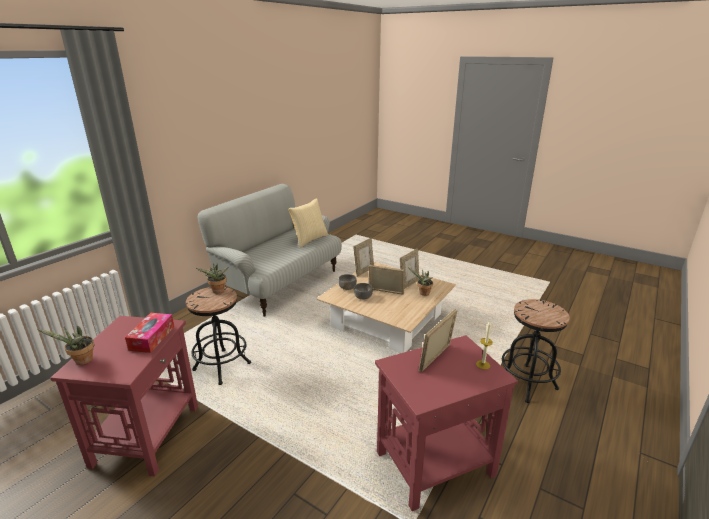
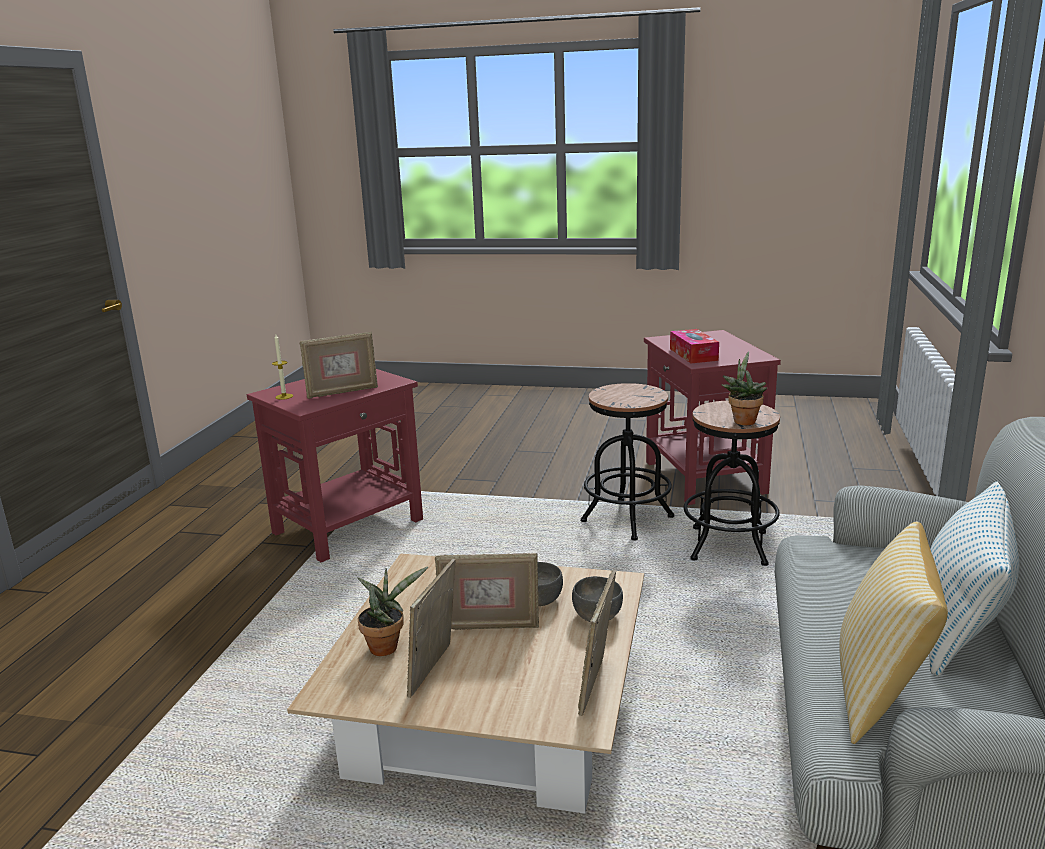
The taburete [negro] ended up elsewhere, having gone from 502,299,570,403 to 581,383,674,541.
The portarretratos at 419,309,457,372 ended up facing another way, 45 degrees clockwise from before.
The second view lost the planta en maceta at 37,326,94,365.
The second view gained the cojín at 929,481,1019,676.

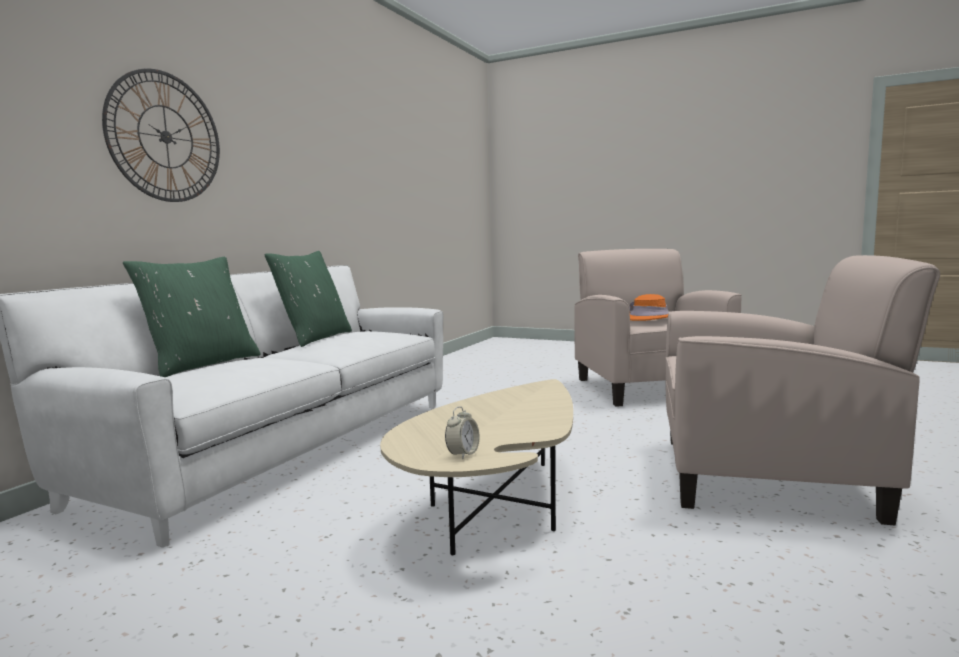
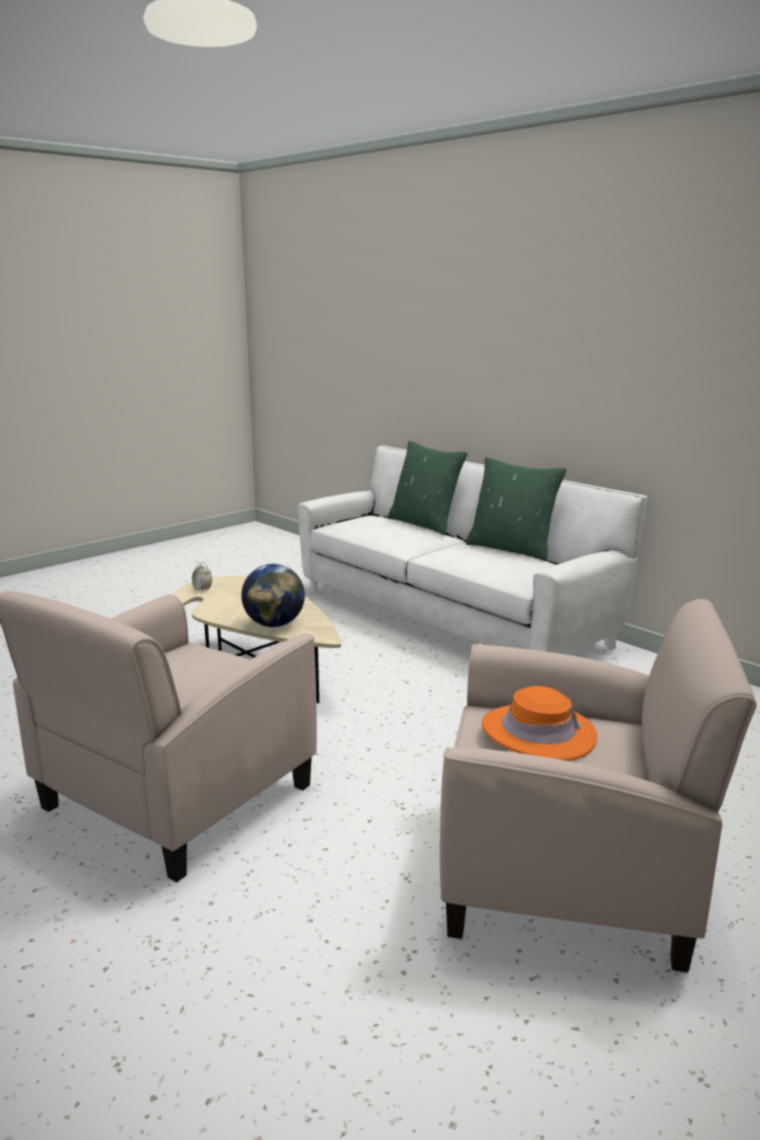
The second view lost the reloj de pared at 102,68,220,202.
The second view gained the globo terráqueo at 241,564,305,627.

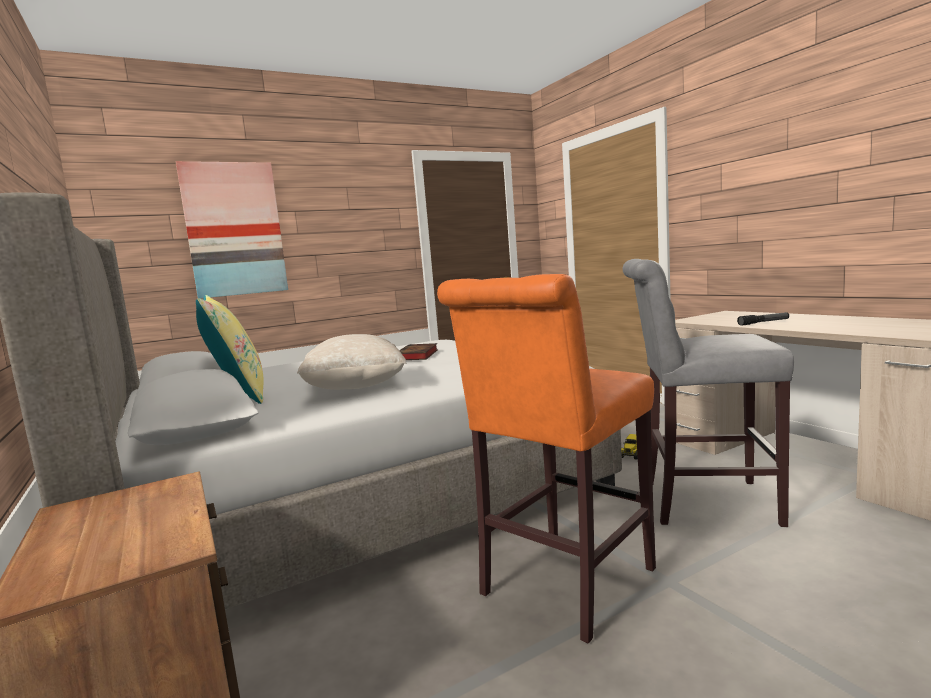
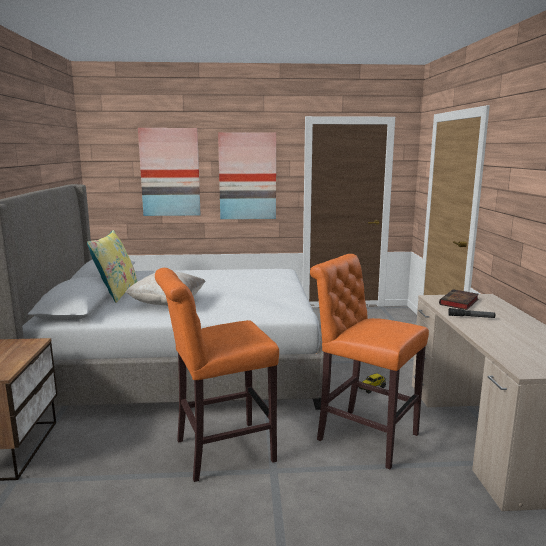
What was the taburete [gris] at 623,259,794,528 turned into the taburete [naranja] at 310,254,429,470.
The libro ended up elsewhere, having gone from 399,343,438,360 to 439,289,479,310.
The second view gained the cuadro at 218,132,276,219.

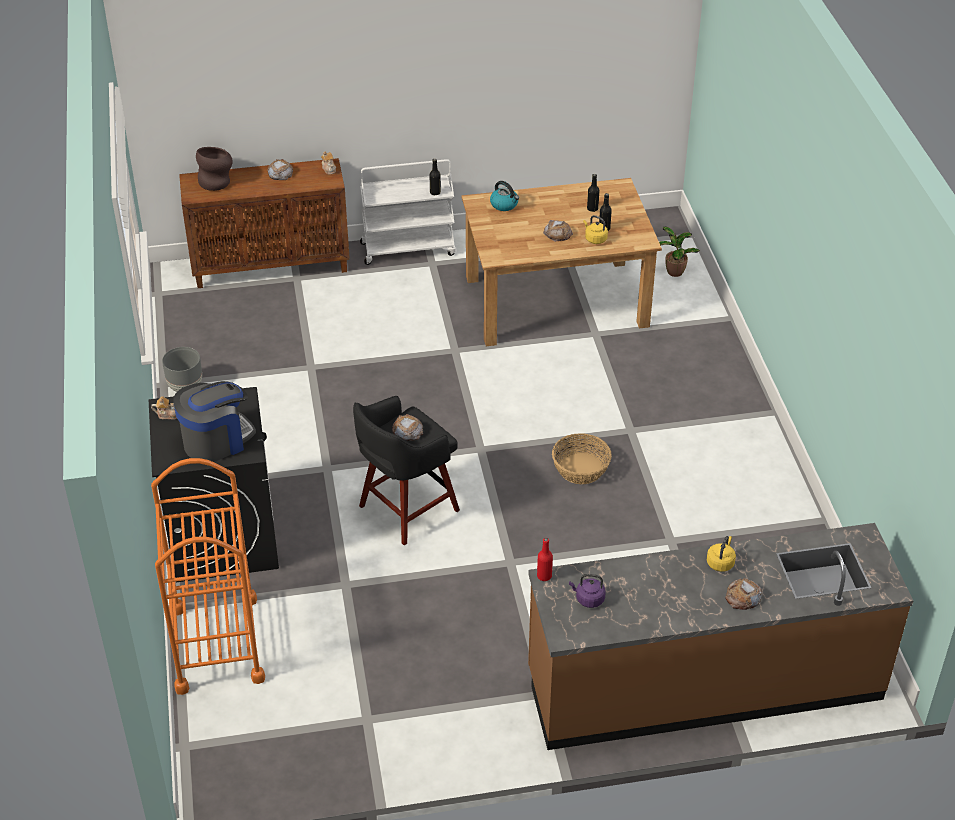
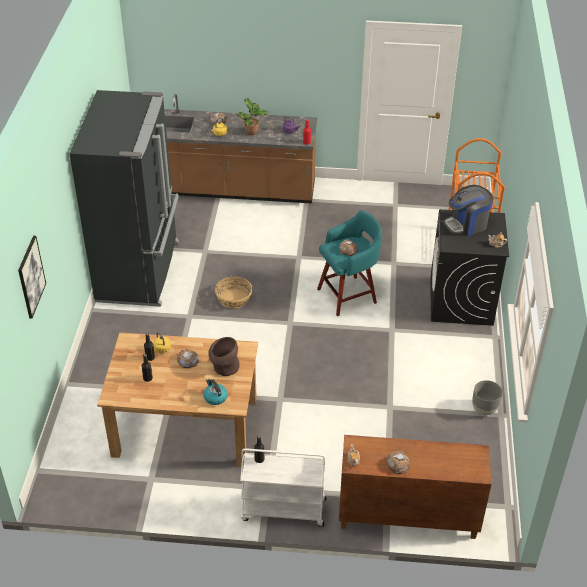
The florero [marrón] ended up elsewhere, having gone from 196,147,233,191 to 208,337,239,376.
The planta en maceta ended up elsewhere, having gone from 659,227,700,277 to 237,98,268,135.
What was the taburete [negro] at 353,396,460,545 turned into the taburete [turquesa] at 317,210,382,316.
The second view gained the nevera [negro] at 69,90,179,307.
The second view gained the cuadro at 18,236,46,319.

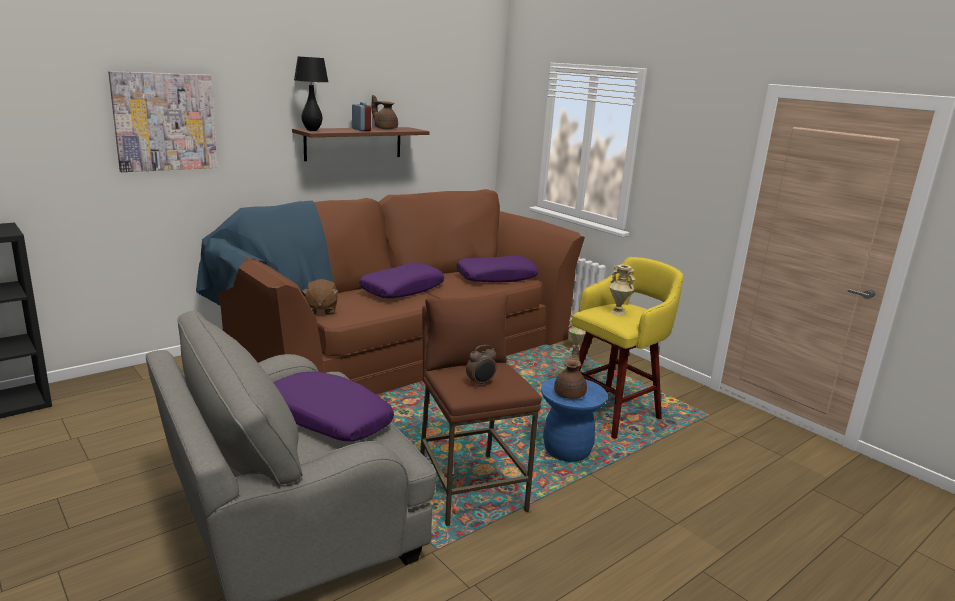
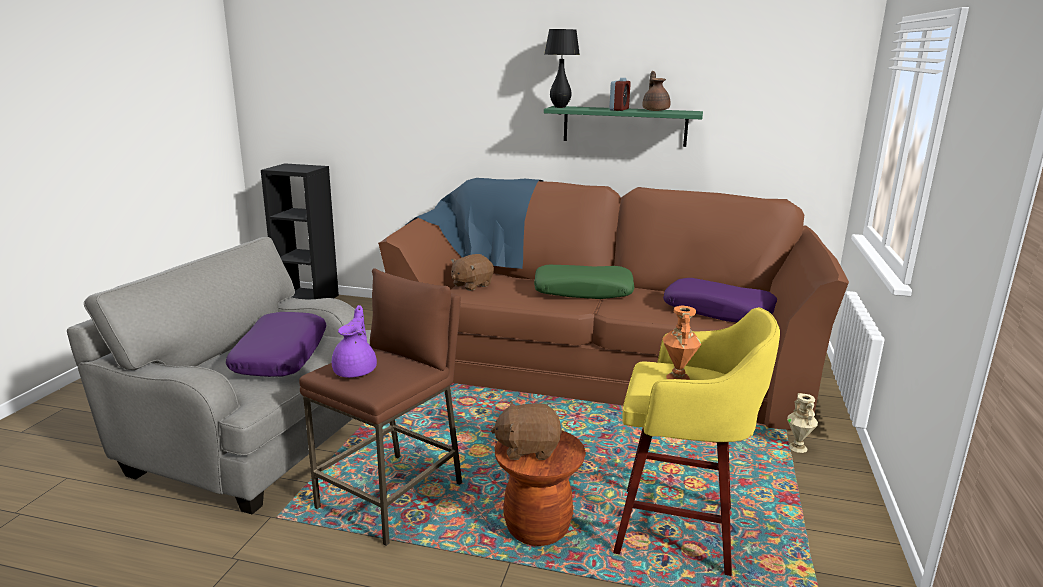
The second view lost the cuadro at 108,71,217,172.
What was the estante [marrón] at 292,127,430,161 turned into the estante [verde] at 544,106,703,147.
What was the cojín [morado] at 359,263,444,298 turned into the cojín [verde] at 534,265,634,299.
What was the florero [beis] at 609,265,635,315 turned into the florero [naranja] at 663,306,701,380.
Where the despertador stood at 466,345,497,387, the tetera [morado] came to stand at 332,305,377,378.
Where the tetera [marrón] stood at 554,345,587,399, the peluche [marrón] came to stand at 491,401,562,460.
What was the taburete [azul] at 541,377,608,462 turned into the taburete [marrón] at 495,430,586,546.

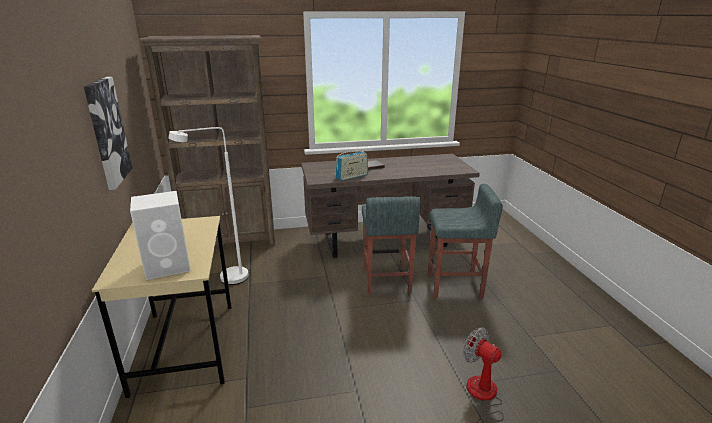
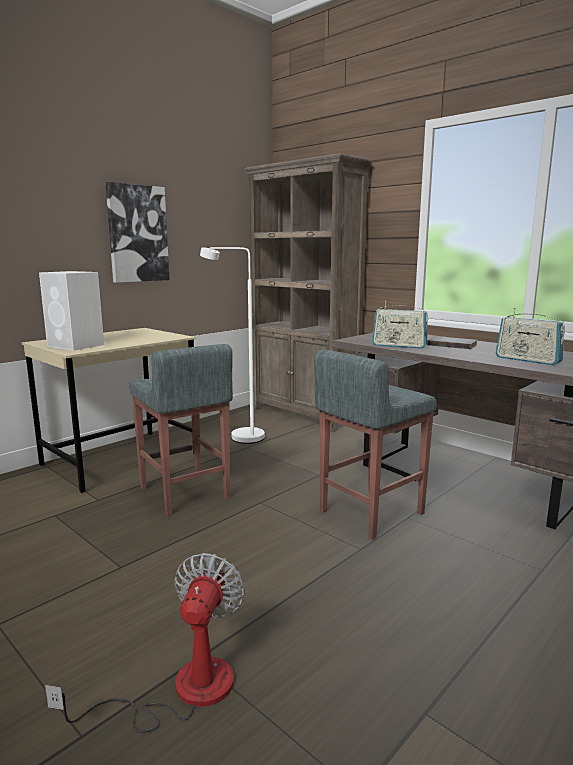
The taburete [gris] ended up elsewhere, having gone from 428,184,503,299 to 129,344,233,516.
The second view gained the radio at 496,308,565,365.

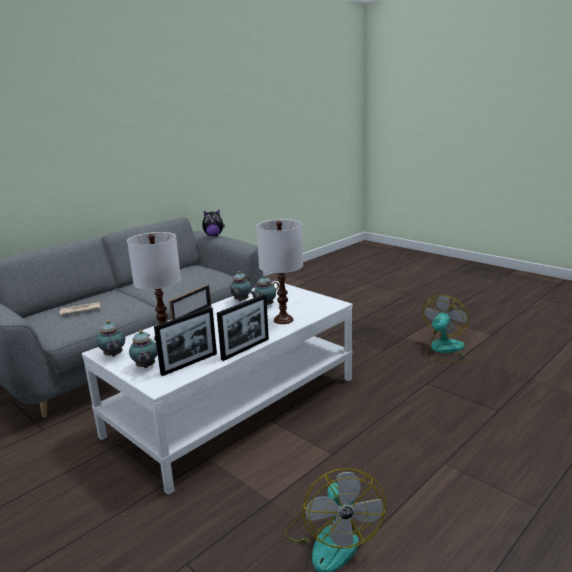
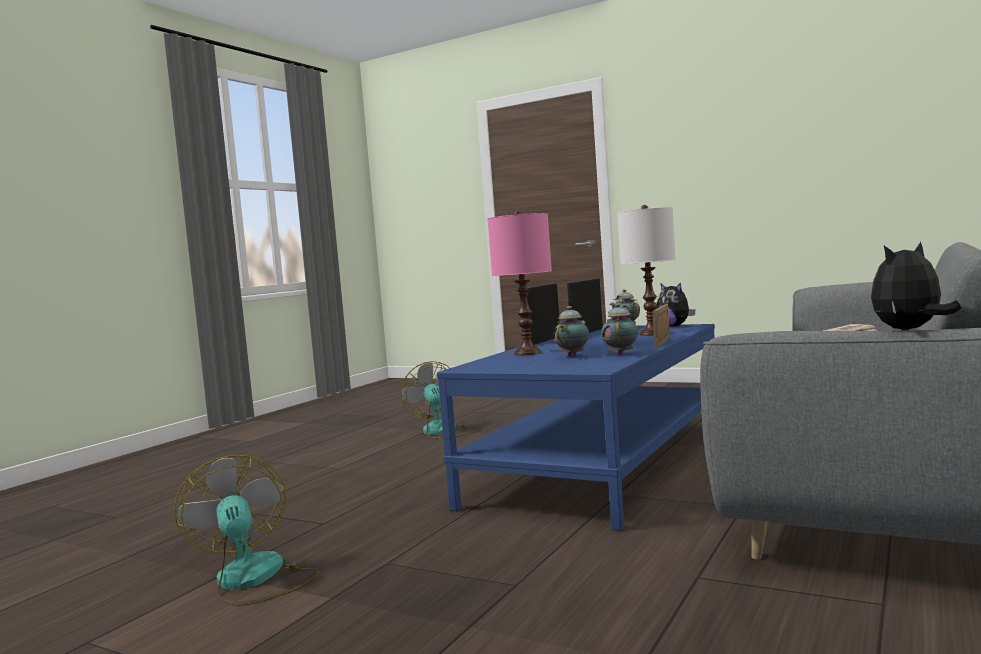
What was the lámpara de mesa [blanco] at 257,220,303,324 turned into the lámpara de mesa [rosa] at 488,210,552,355.
What was the mesa de centro [blanco] at 82,281,353,495 turned into the mesa de centro [azul] at 437,324,715,531.
The ventilador at 423,295,469,363 ended up facing another way, 135 degrees clockwise from before.
Where the tetera stood at 97,320,125,357, the peluche came to stand at 656,283,695,327.

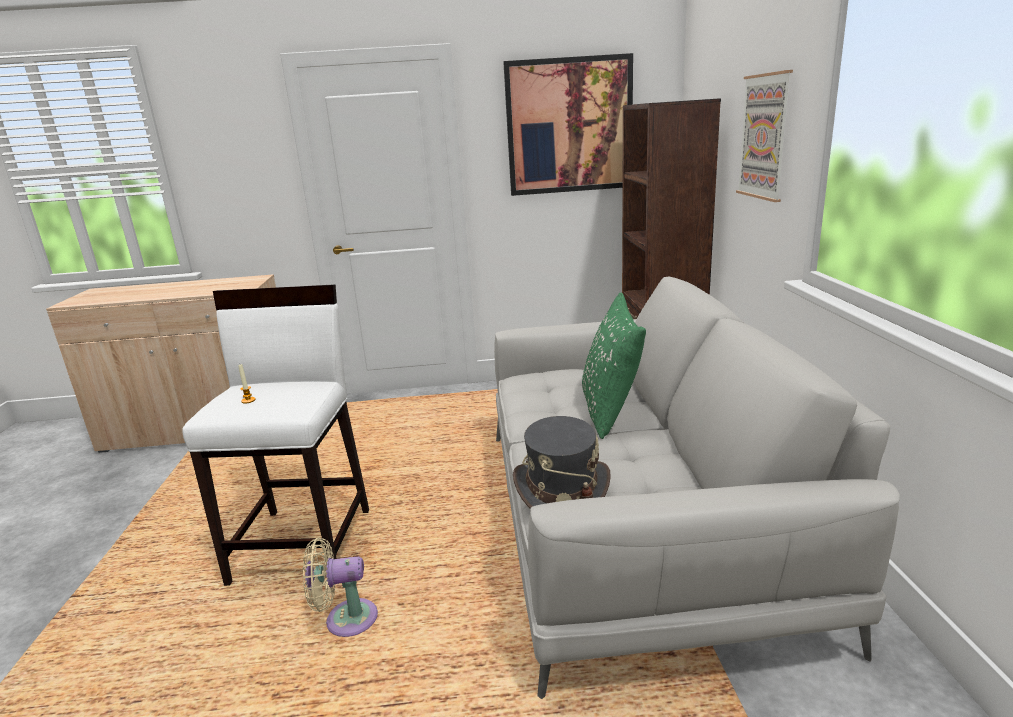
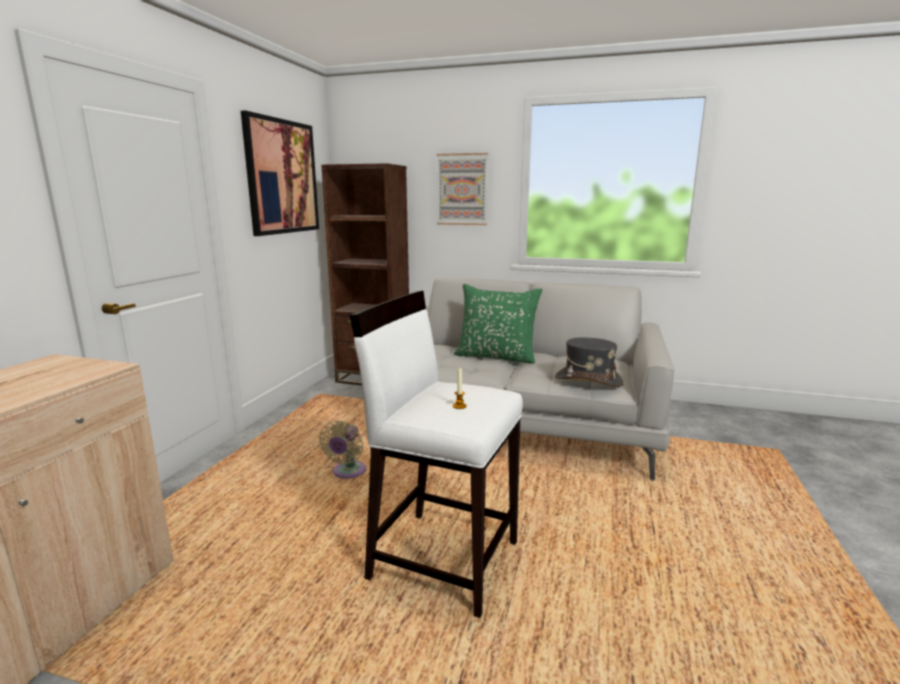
The ventilador [beis] ended up elsewhere, having gone from 303,538,378,637 to 319,420,366,479.

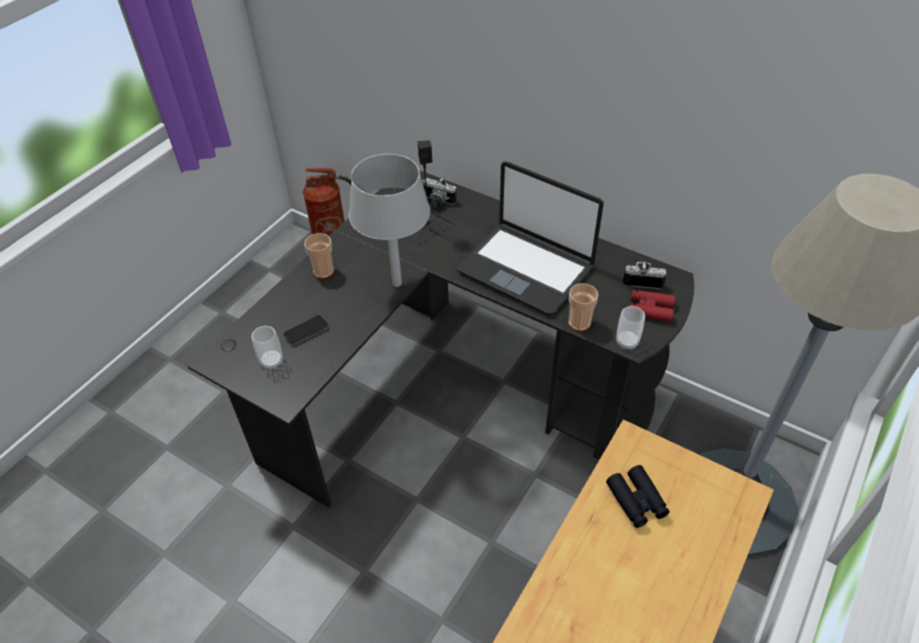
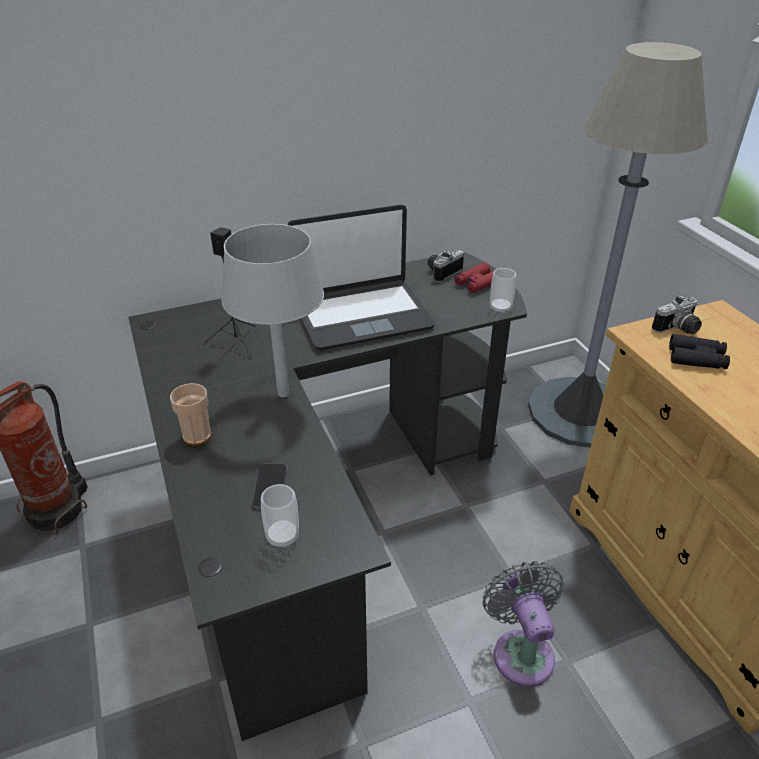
The cámara ended up elsewhere, having gone from 423,178,456,208 to 652,294,702,334.
The second view lost the taza at 568,283,598,331.
The second view gained the ventilador [gris] at 482,561,564,687.

